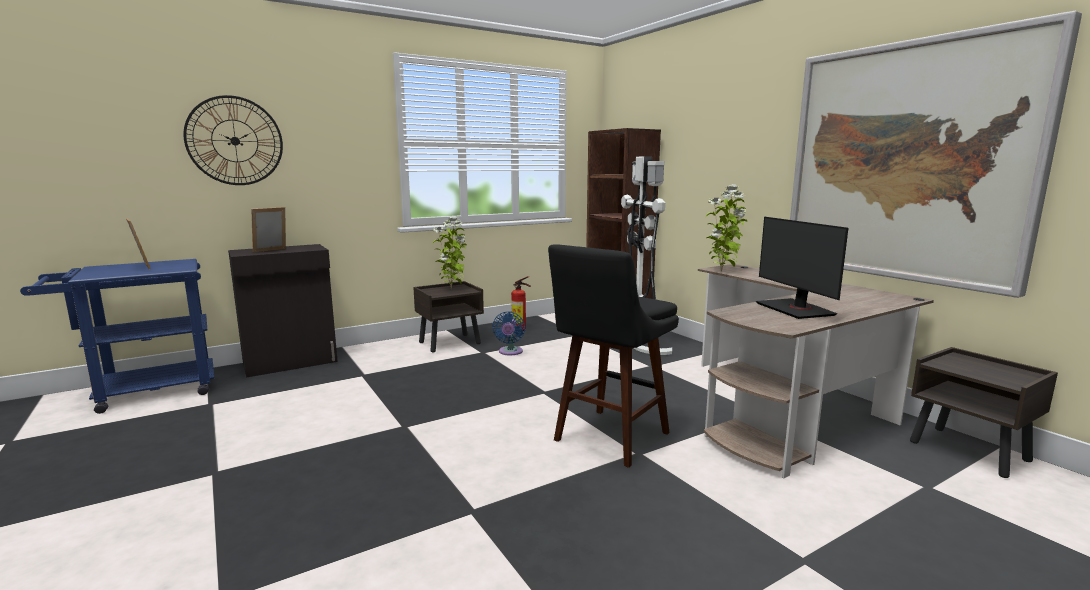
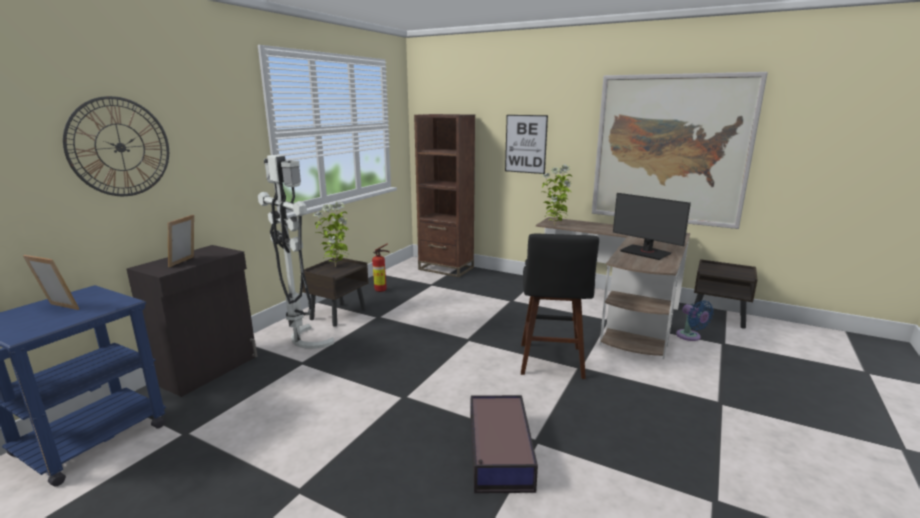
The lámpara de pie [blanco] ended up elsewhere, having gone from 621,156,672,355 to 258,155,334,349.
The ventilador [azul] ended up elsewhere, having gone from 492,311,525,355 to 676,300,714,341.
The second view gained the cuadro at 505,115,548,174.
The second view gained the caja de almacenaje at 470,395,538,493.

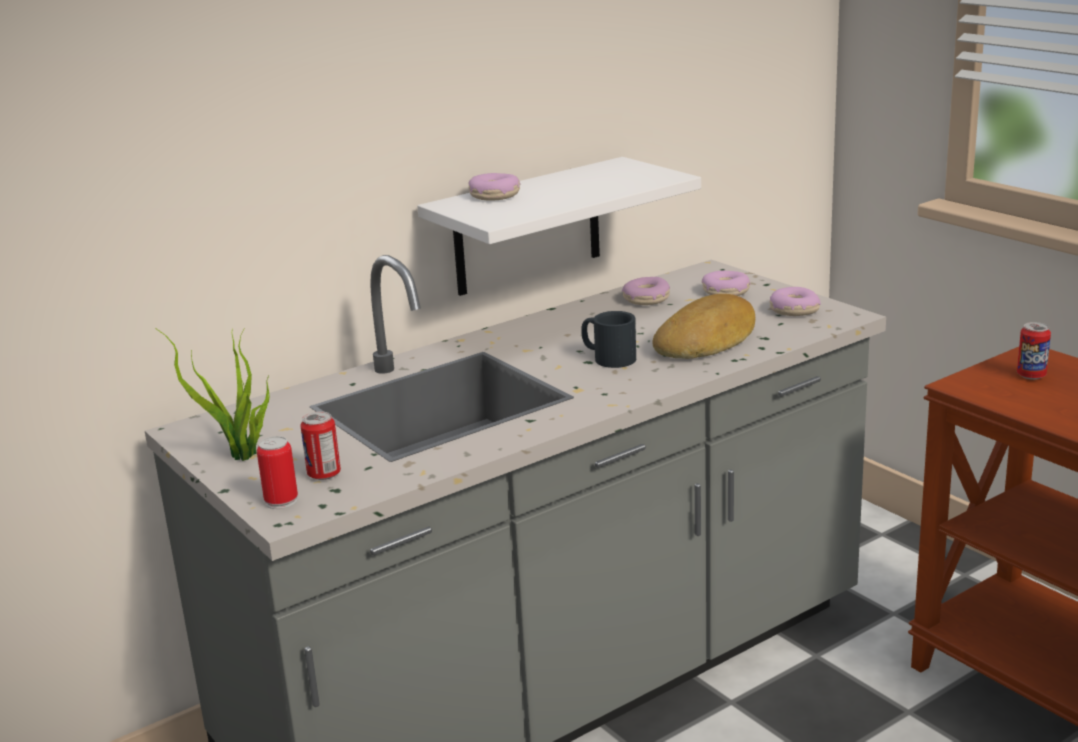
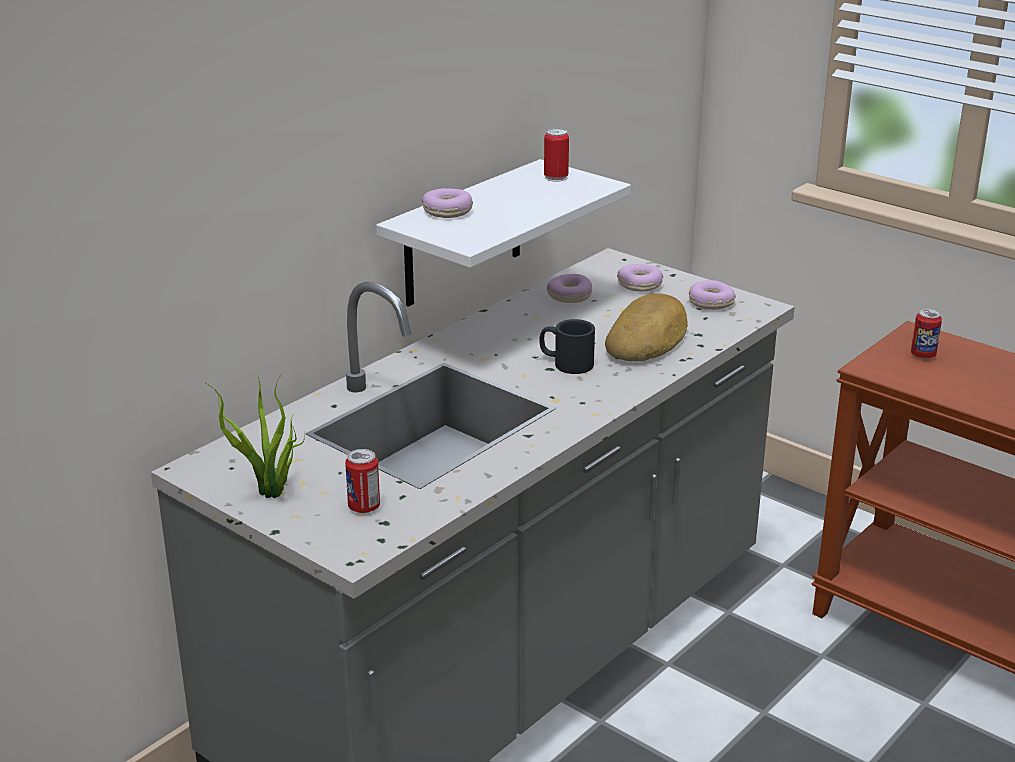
The lata ended up elsewhere, having gone from 257,436,298,509 to 544,128,569,182.

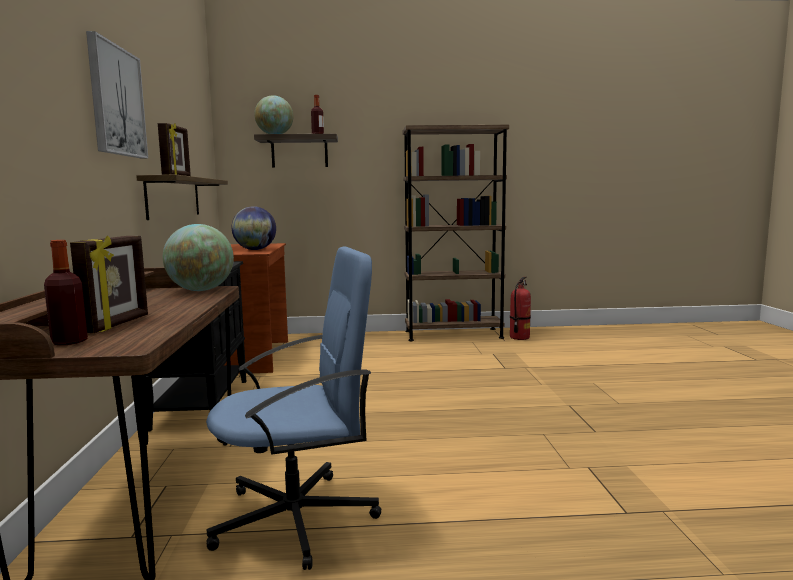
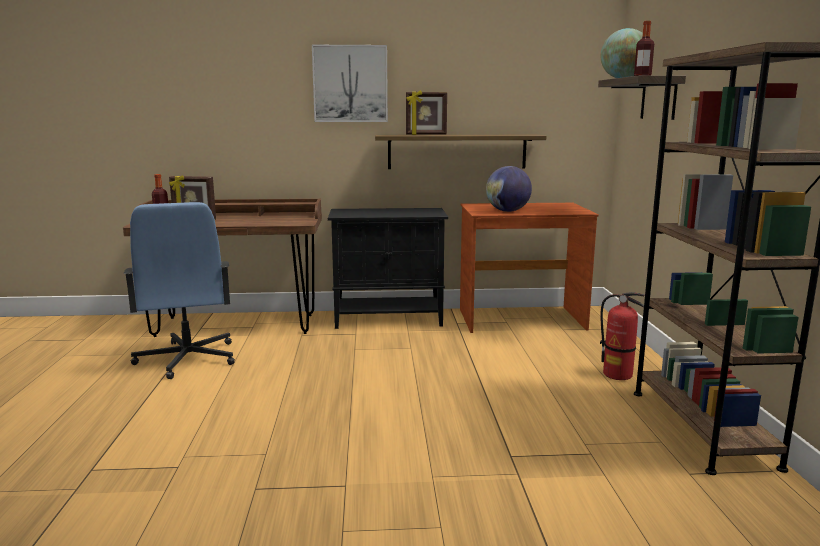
The second view lost the globo terráqueo at 163,224,234,291.
The extintor ended up elsewhere, having gone from 510,277,531,340 to 600,292,645,380.

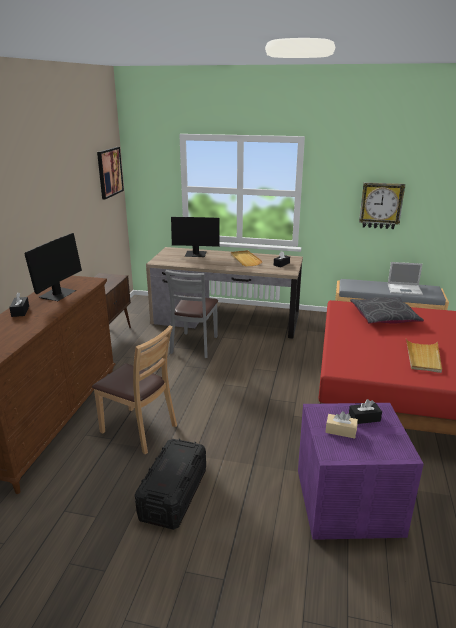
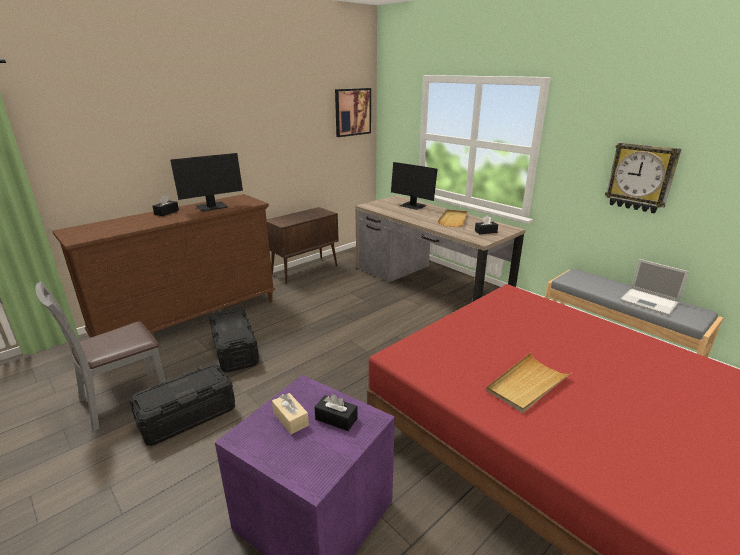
The silla [gris] ended up elsewhere, having gone from 165,270,218,358 to 36,281,166,432.
The second view lost the cojín [gris] at 350,297,424,324.
Where the silla [marrón] stood at 92,325,177,454, the caja de almacenaje [negro] came to stand at 209,308,259,372.

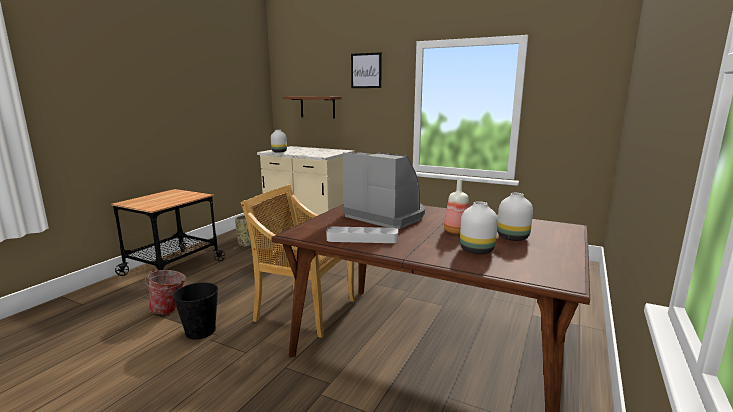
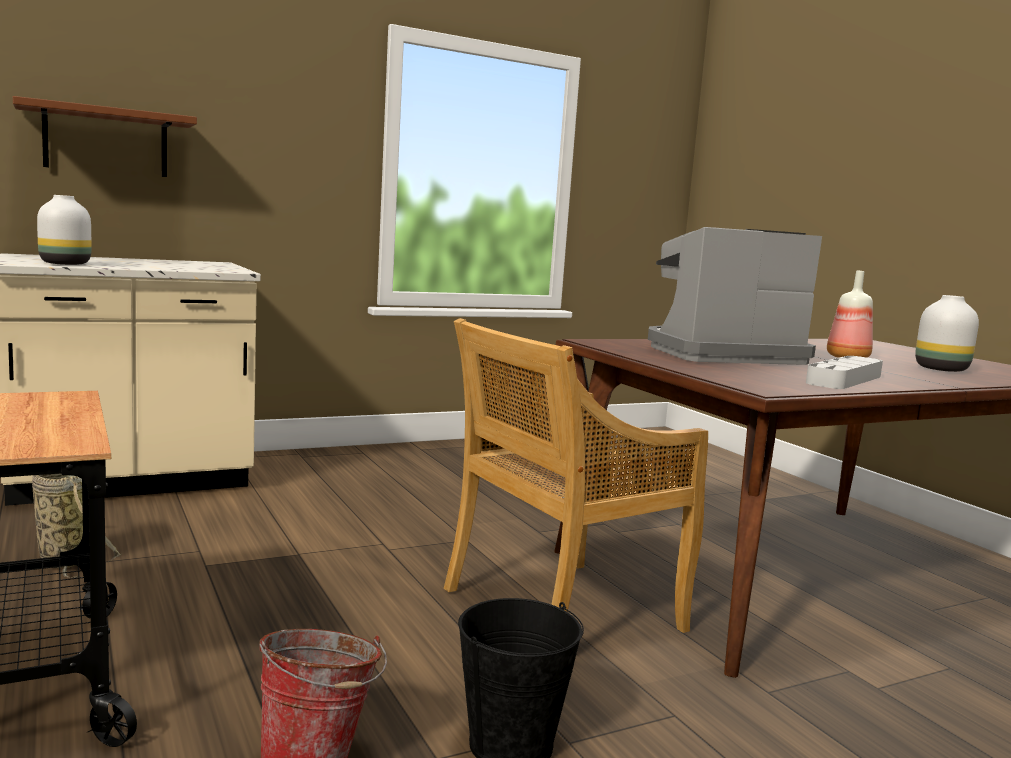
The second view lost the cuadro at 351,52,382,88.
The second view lost the florero [blanco] at 497,193,533,241.

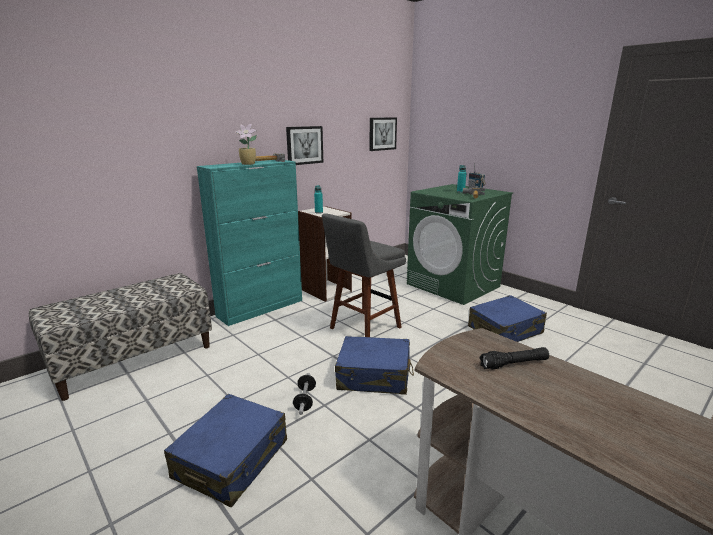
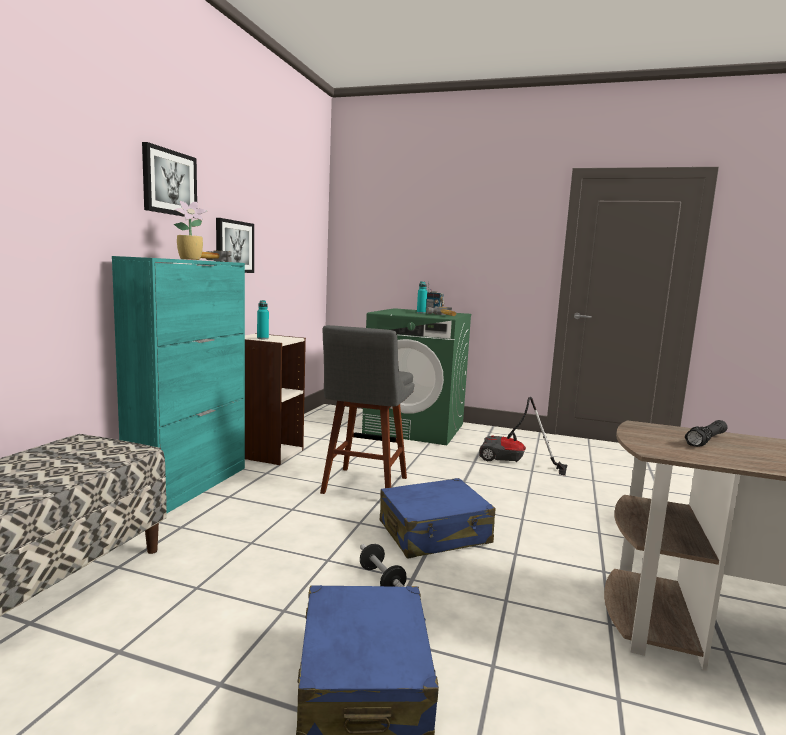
The cuadro ended up elsewhere, having gone from 369,117,397,151 to 142,142,197,218.
Where the maleta [azul] stood at 468,295,547,342, the aspiradora came to stand at 479,397,567,476.

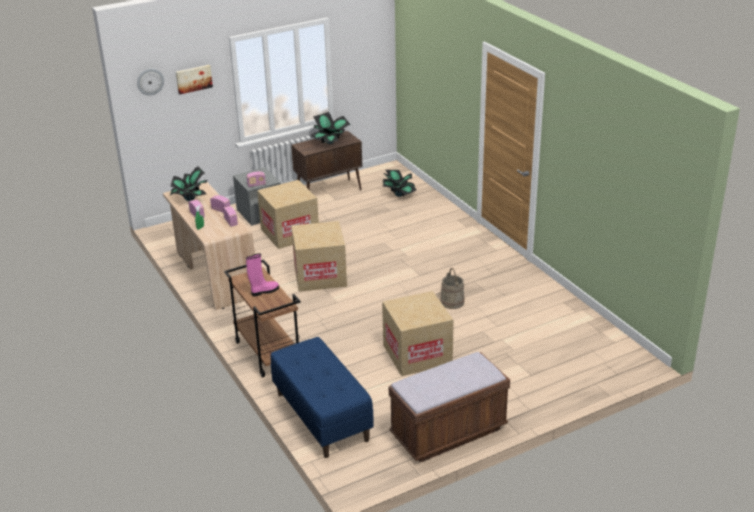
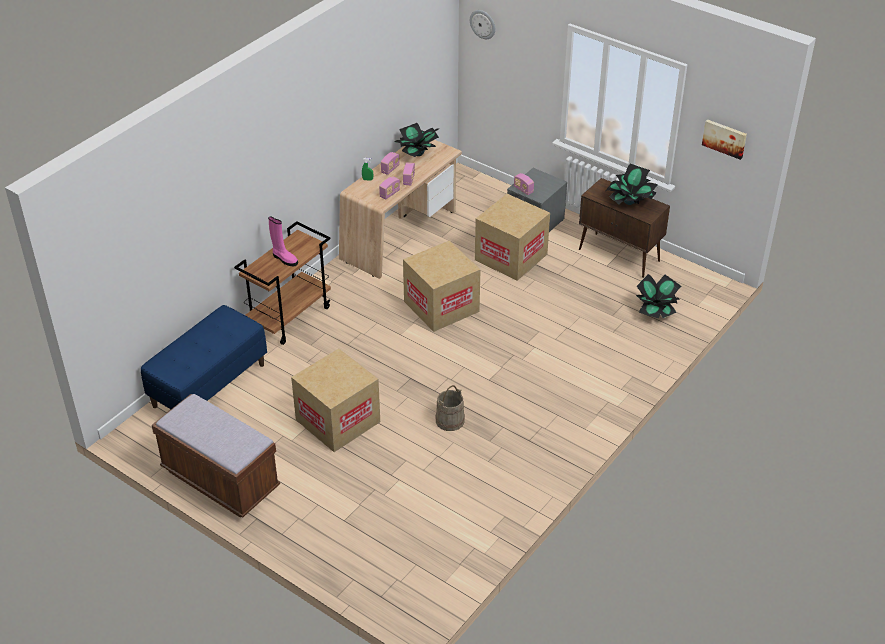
The cuadro ended up elsewhere, having gone from 176,65,213,94 to 702,119,747,160.

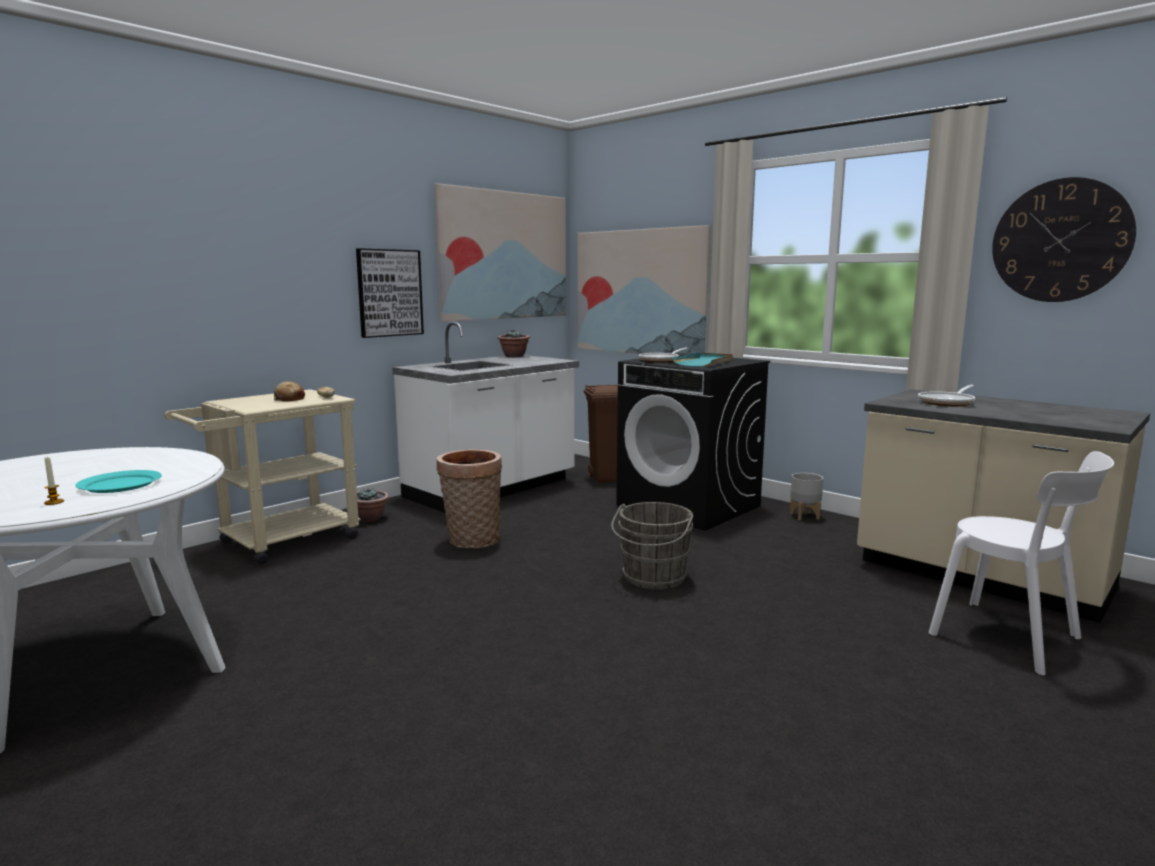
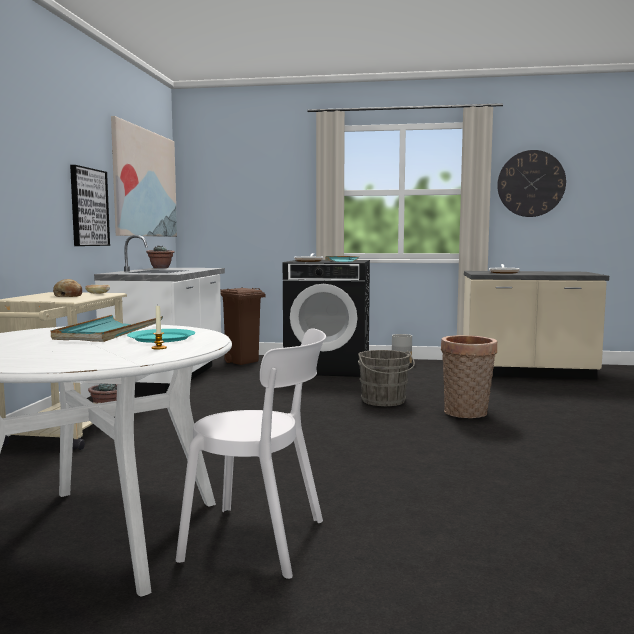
The second view lost the cuadro at 577,225,711,354.
The cesta ended up elsewhere, having gone from 437,449,502,548 to 441,335,497,418.
The silla [blanco] ended up elsewhere, having gone from 929,451,1114,676 to 176,328,326,579.
The second view gained the bandeja [turquesa] at 51,315,163,342.

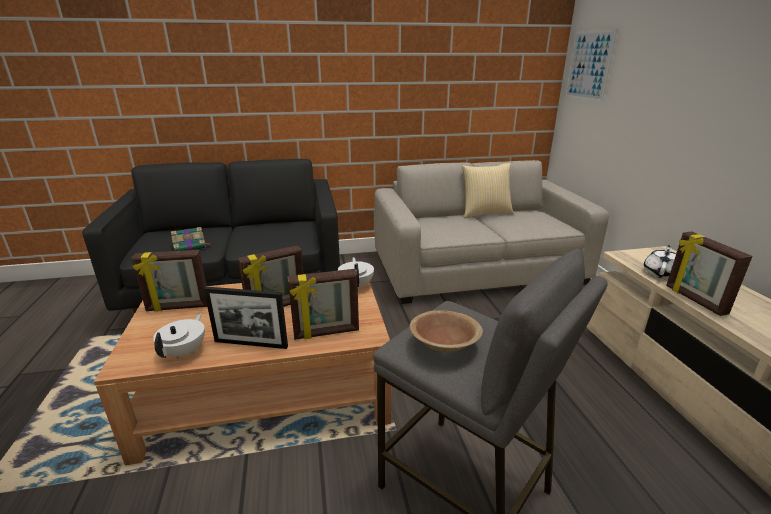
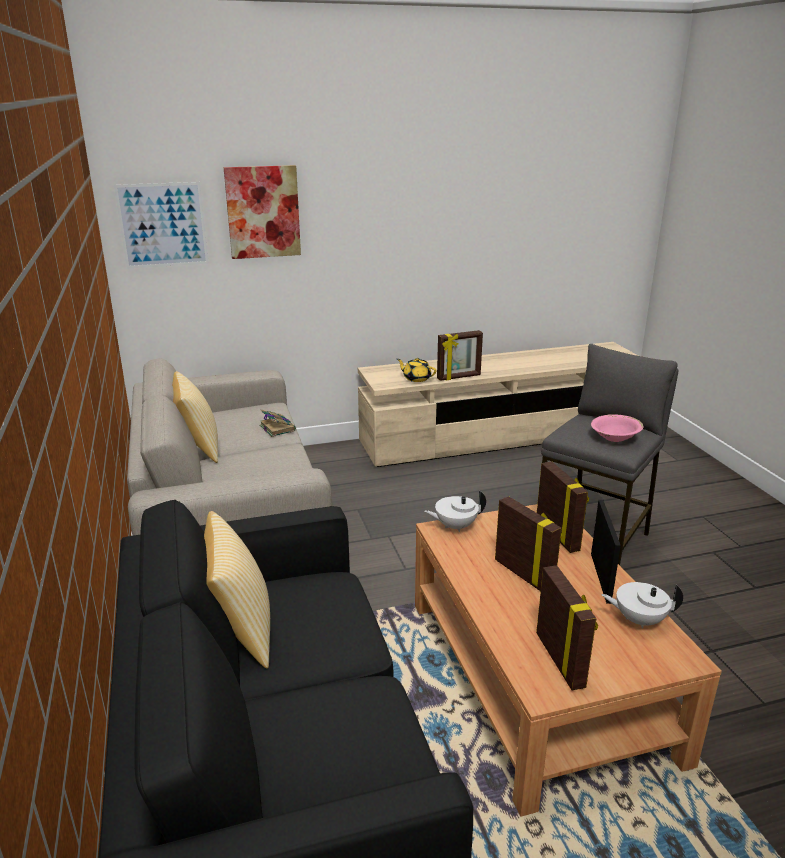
The libro ended up elsewhere, having gone from 171,227,211,251 to 259,410,296,437.
What was the tetera [blanco] at 644,245,676,279 turned into the tetera [amarillo] at 397,358,436,382.
What was the cuenco [marrón] at 409,310,483,353 turned into the cuenco [rosa] at 591,414,644,442.
The second view gained the cuadro at 224,165,301,259.
The second view gained the cojín at 204,511,270,669.

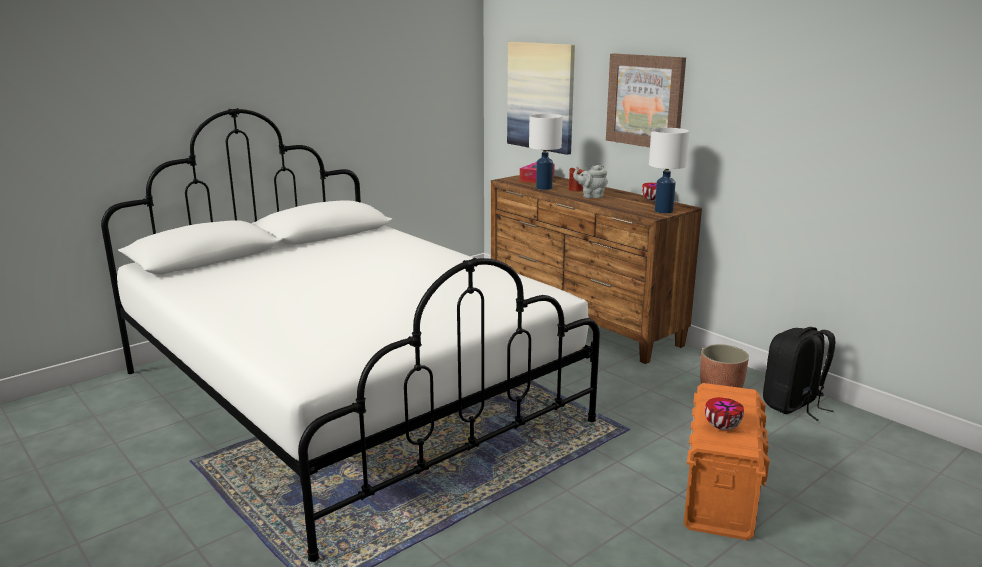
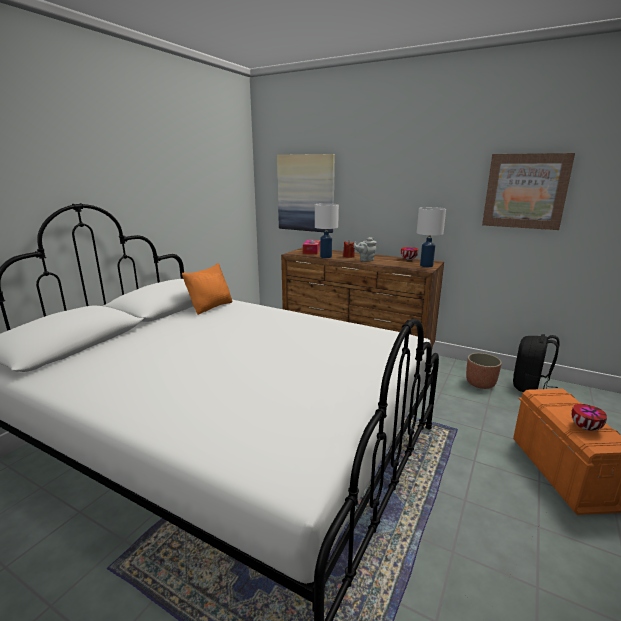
The cuadro ended up elsewhere, having gone from 606,54,686,147 to 482,153,575,230.
The second view gained the cojín [naranja] at 182,263,232,315.

